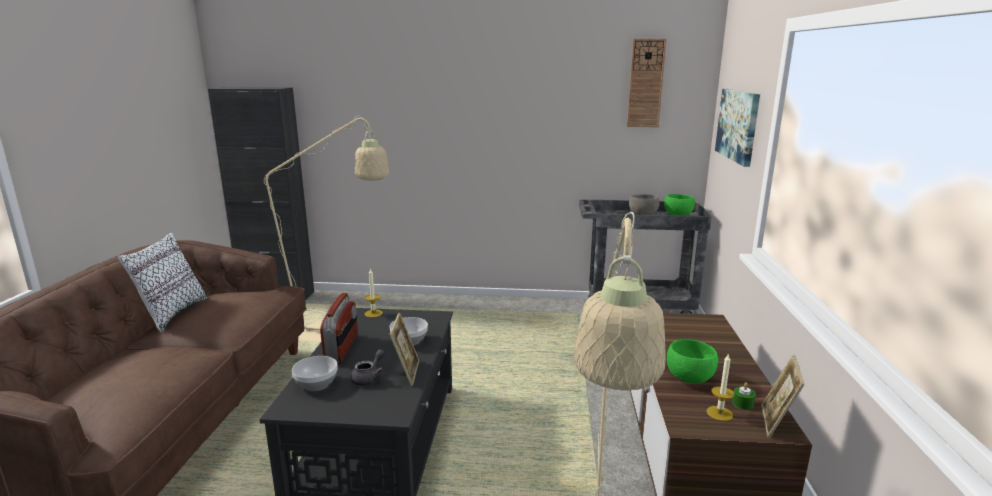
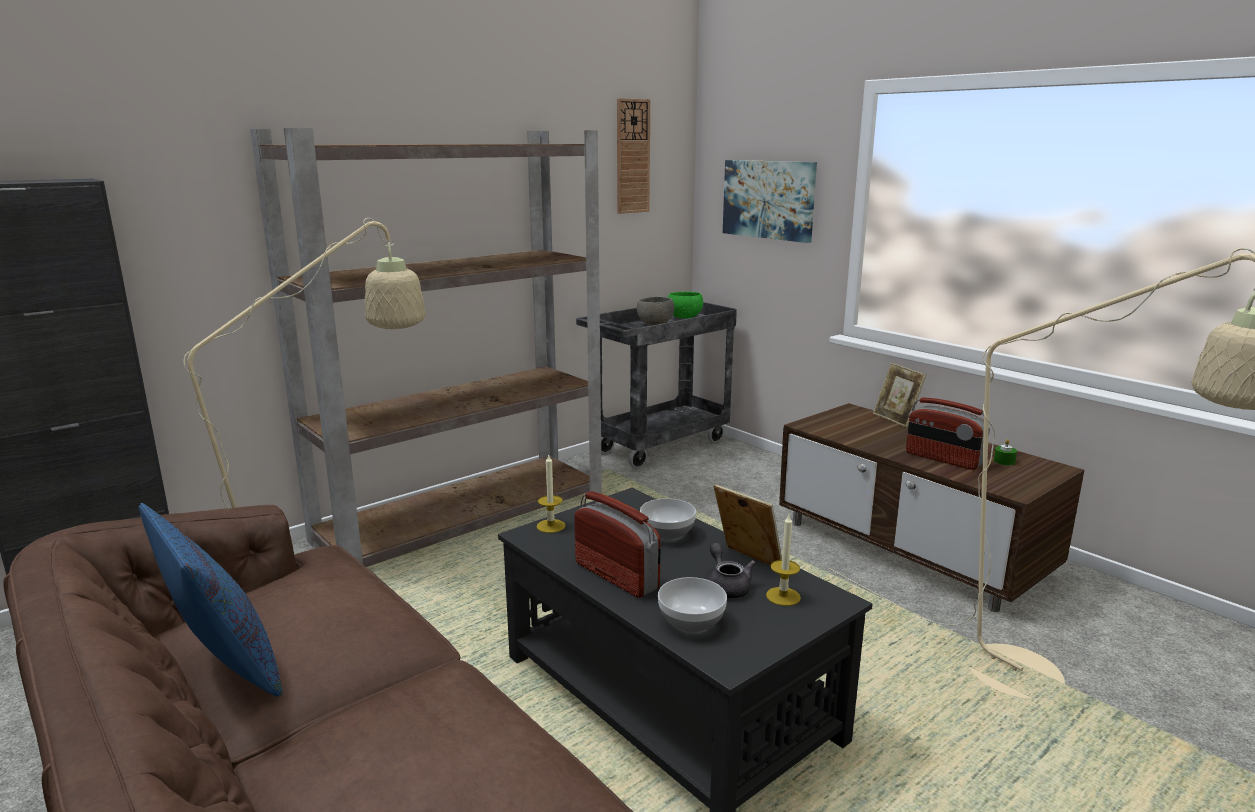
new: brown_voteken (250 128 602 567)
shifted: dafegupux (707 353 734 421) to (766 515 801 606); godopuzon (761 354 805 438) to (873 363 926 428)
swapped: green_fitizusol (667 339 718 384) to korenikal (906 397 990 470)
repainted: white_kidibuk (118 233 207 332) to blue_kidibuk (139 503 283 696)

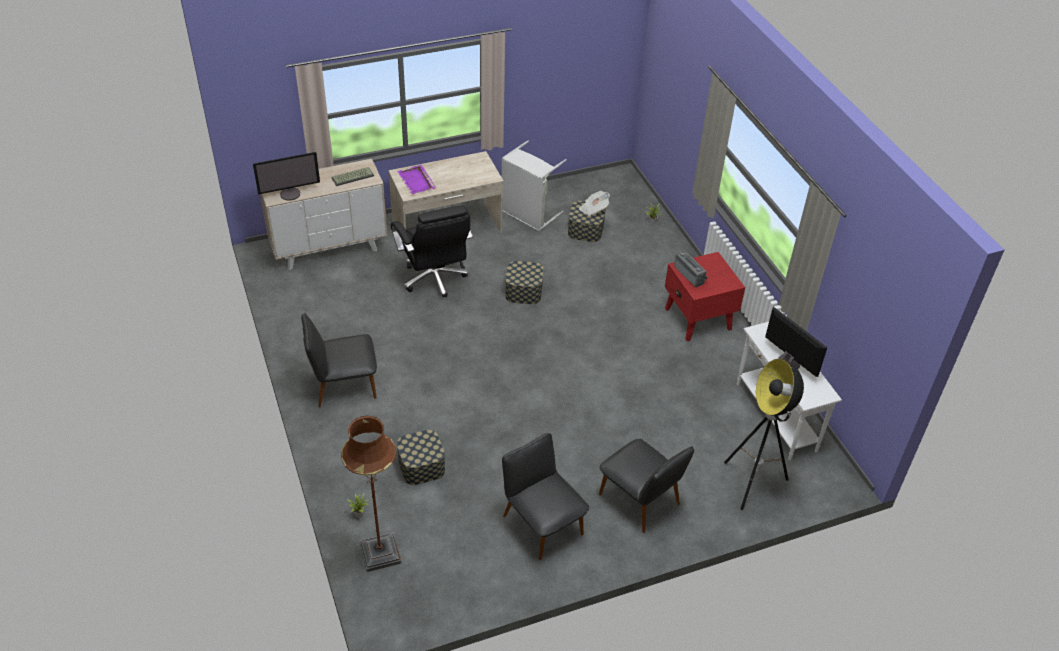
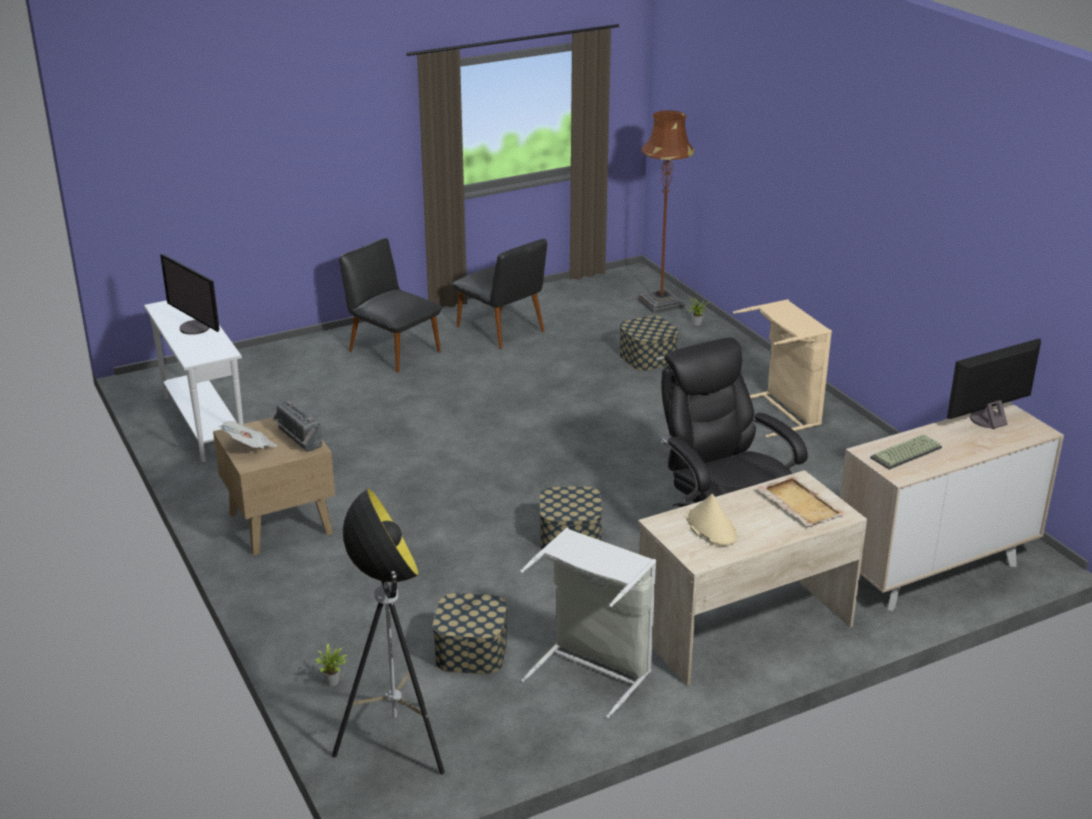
new: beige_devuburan (686 494 738 546)
shifted: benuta (579 191 610 216) to (219 421 278 448); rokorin (724 359 804 510) to (332 488 445 774)
swapped: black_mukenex (301 313 377 407) to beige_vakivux (733 299 832 437)
repainted: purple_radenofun (397 165 436 194) to beige_radenofun (757 475 848 526); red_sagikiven (665 252 745 341) to beige_sagikiven (213 417 335 555)

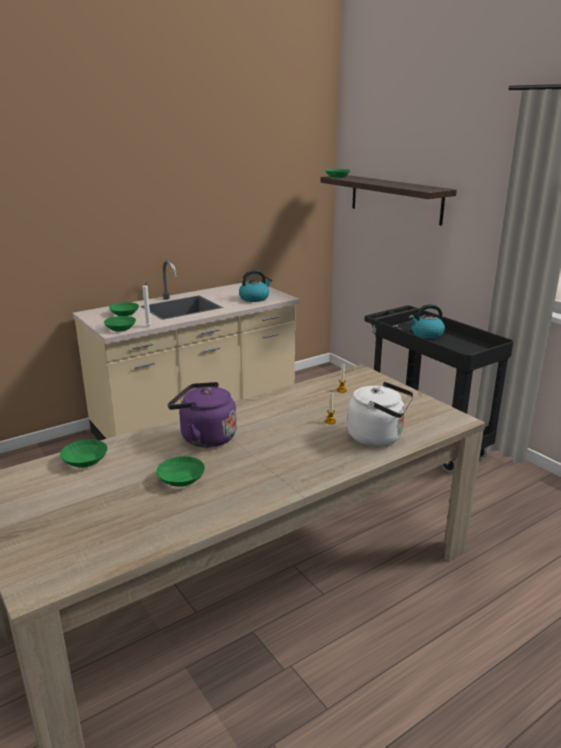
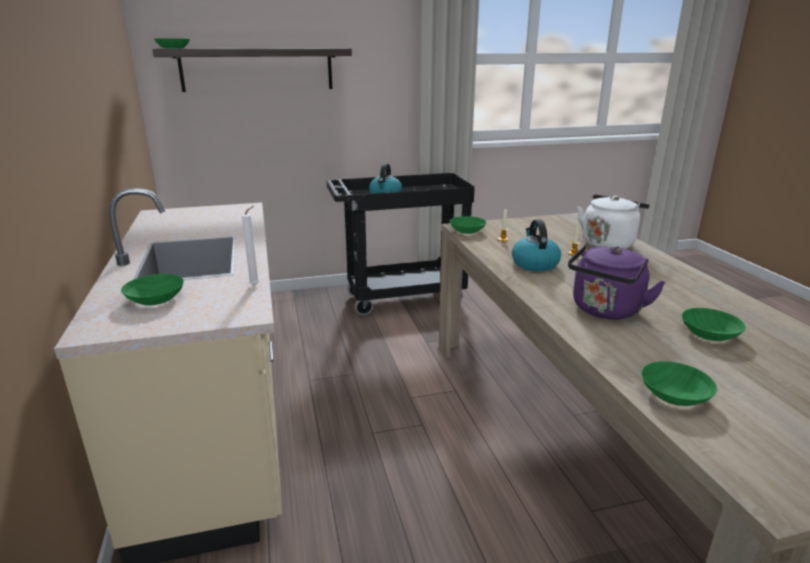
shifted: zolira (239 270 272 302) to (512 219 561 271); green_fitizusol (104 316 136 331) to (450 216 487 234)

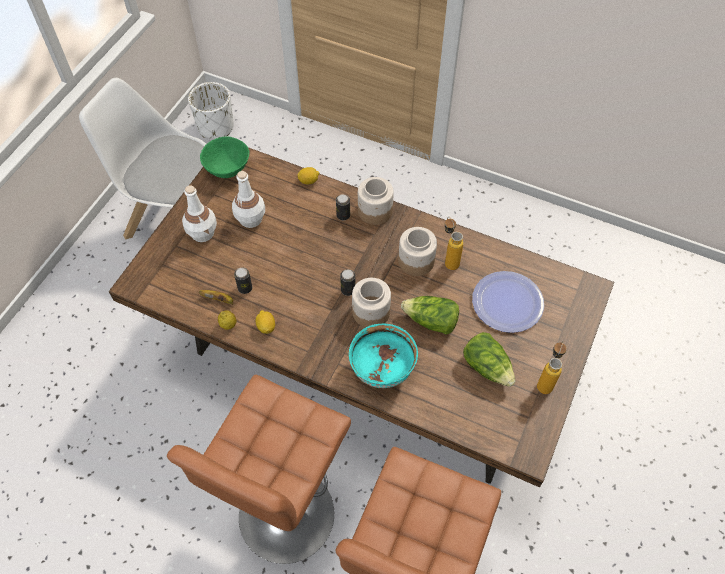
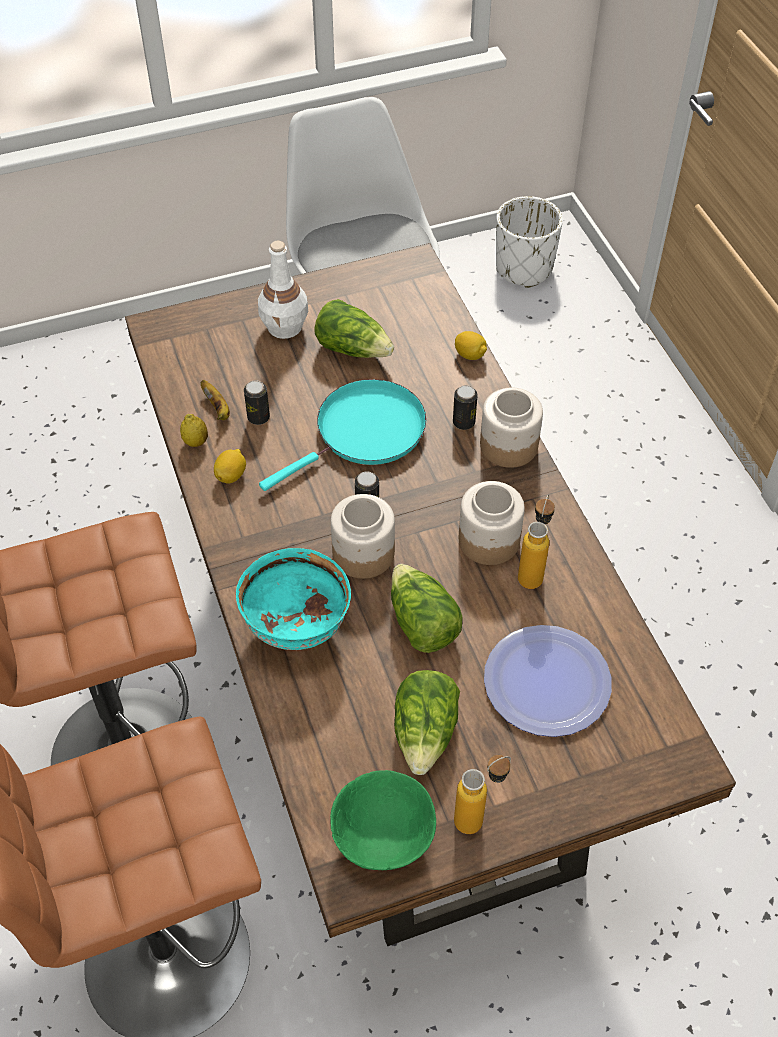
new: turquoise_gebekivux (259 379 426 491)
shifted: green_fitizusol (200 136 249 178) to (330 770 436 870)
swapped: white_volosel (232 171 265 228) to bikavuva (314 299 394 358)

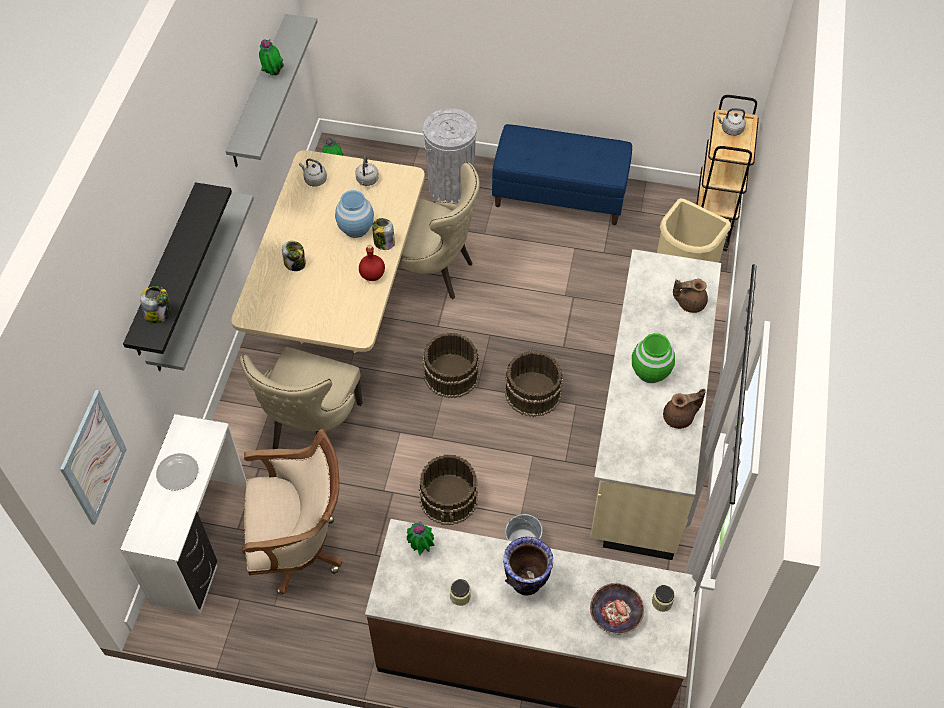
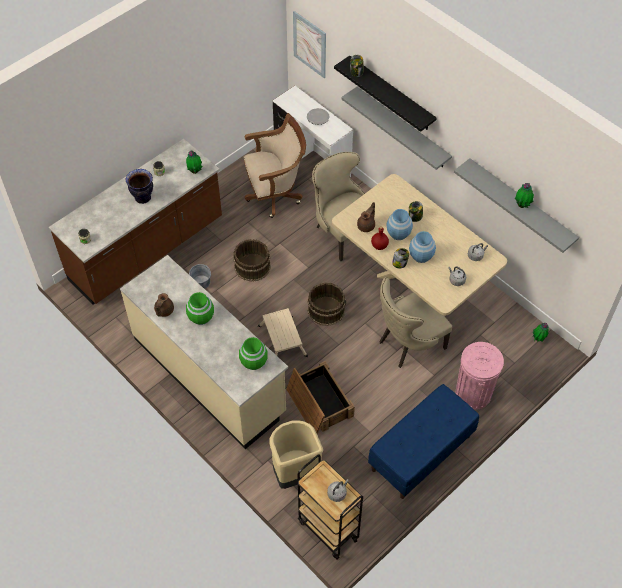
gone: fitizusol (590 583 644 634)
new: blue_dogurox (386 209 413 240); green_dogurox (239 337 268 370); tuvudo (286 361 355 434)
shifted: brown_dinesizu (673 279 708 313) to (357 202 375 232)
swapped: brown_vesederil (505 351 563 417) to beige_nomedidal (258 308 308 357)
repainted: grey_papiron (423 108 477 203) to pink_papiron (456 342 504 410)
rotated: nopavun (242 429 342 594) = (244 113 306 218) 135 degrees counterclockwise

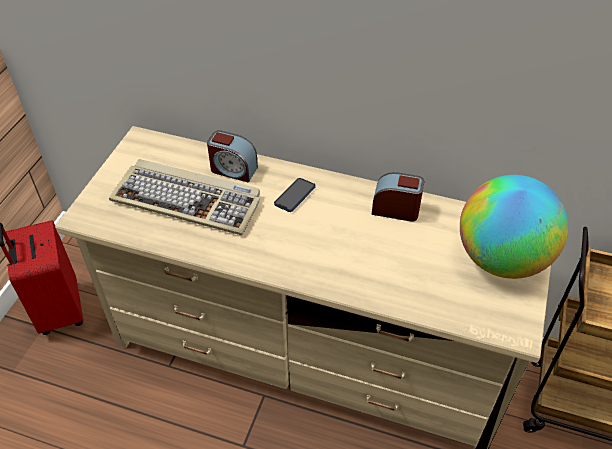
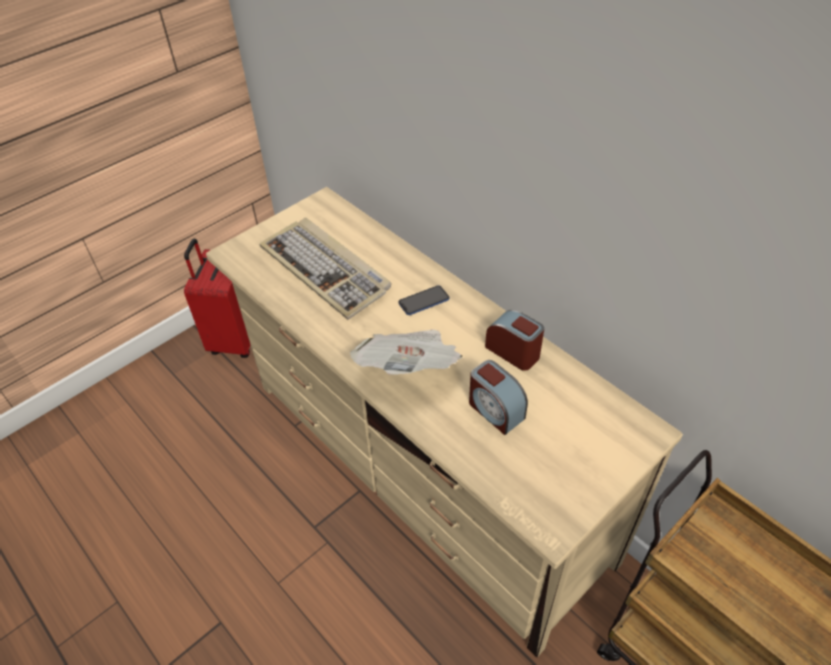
gone: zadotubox (460 175 568 279)
new: benuta (350 329 463 375)
shifted: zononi (207 130 258 183) to (469 360 528 435)

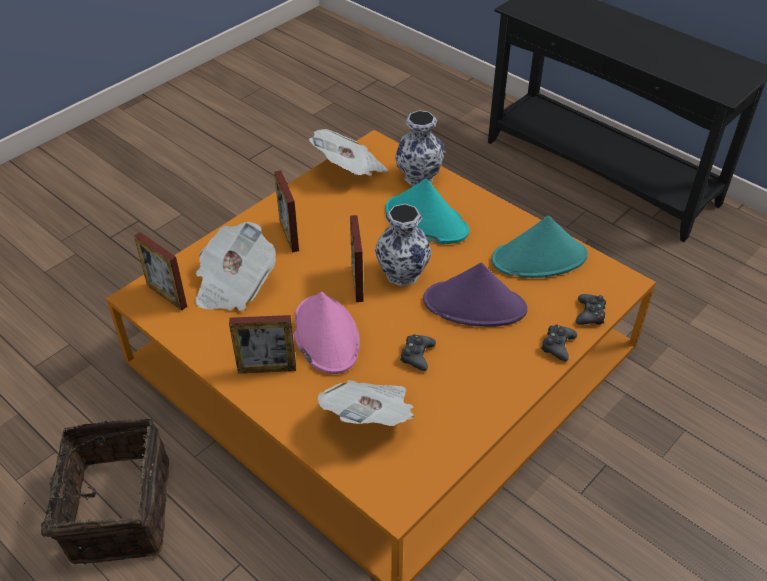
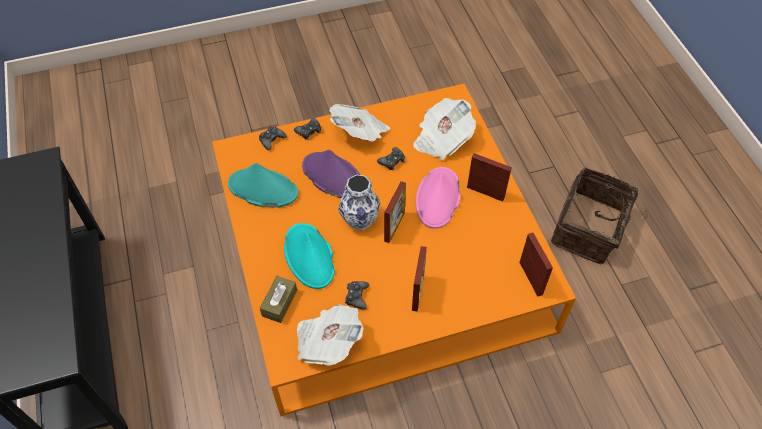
new: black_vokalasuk (345 281 369 310)
shifted: benuta (195 222 276 311) to (329 104 390 142)
swapped: dogurox (395 110 445 186) to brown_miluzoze (260 276 297 323)

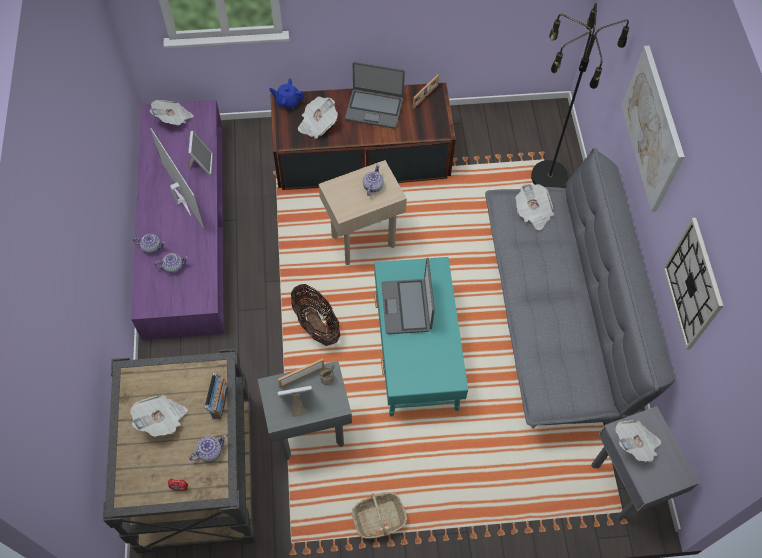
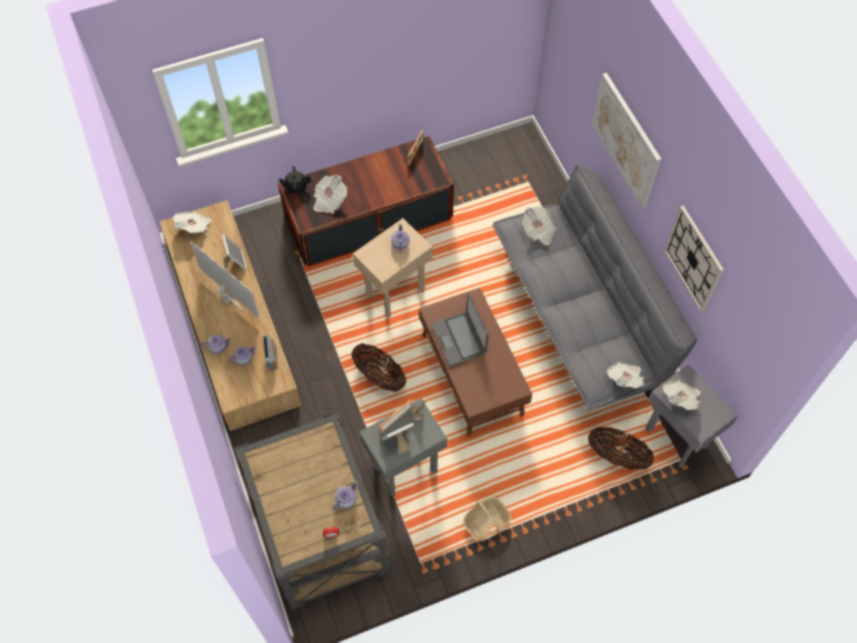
gone: rokorin (531 3 629 188); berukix (345 62 405 129)
new: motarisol (588 427 654 470)
shifted: korenikal (205 373 228 419) to (263 334 277 370); benuta (130 395 188 437) to (607 362 644 389)
repainted: blue_dinesizu (269 79 304 109) to black_dinesizu (278 166 311 193); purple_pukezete (131 100 224 340) to brown_pukezete (160 200 302 431); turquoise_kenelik (374 257 468 417) to brown_kenelik (419 288 532 436)

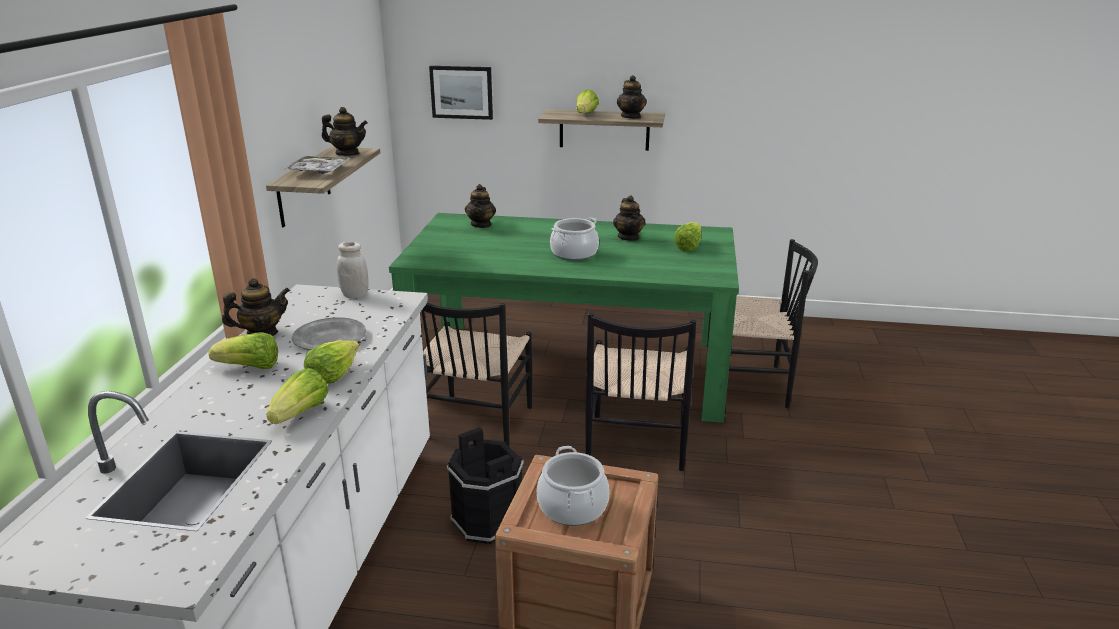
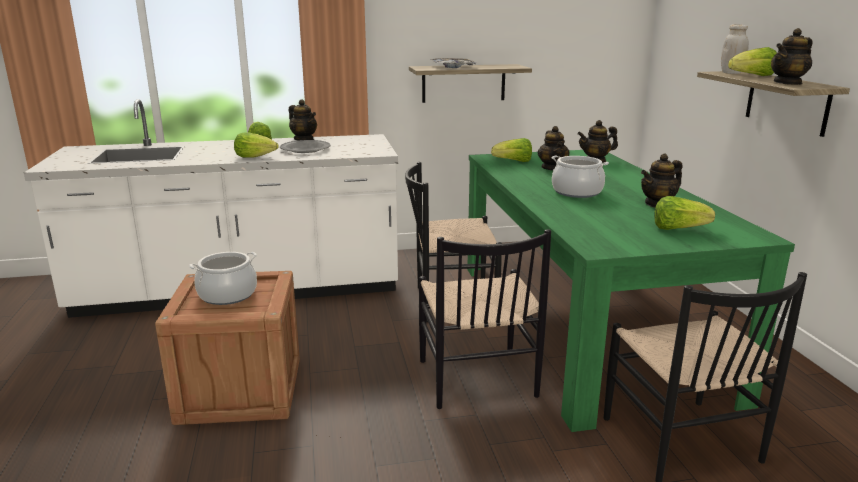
gone: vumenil (429 66 493 120); black_vesederil (447 427 524 544)
shifted: dinesizu (322 107 368 156) to (538 126 569 171); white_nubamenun (337 242 369 299) to (721 24 749 74); bikavuva (267 368 329 424) to (491 138 532 162)
rotated: black_mukenex (585 312 696 471) = (419 229 551 409) 90 degrees counterclockwise

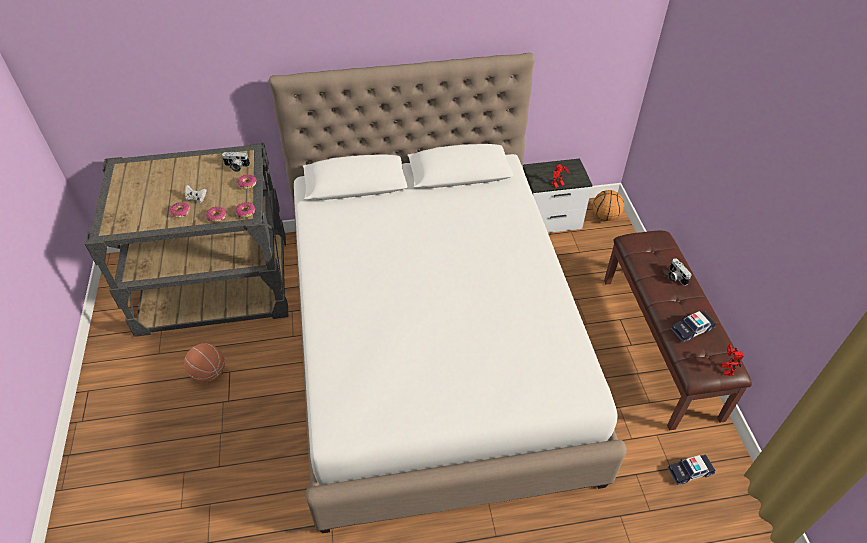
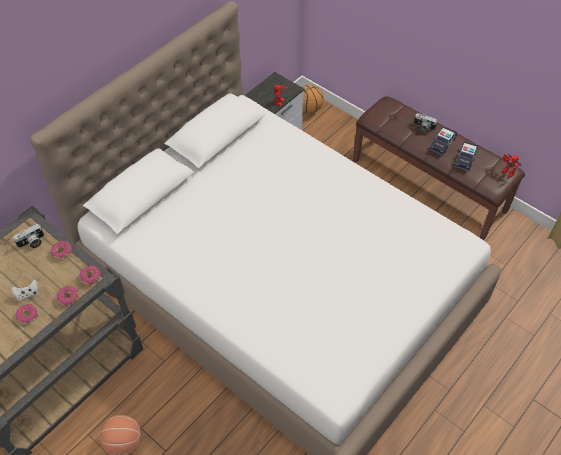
shifted: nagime (667 455 715 485) to (429 127 458 156)

